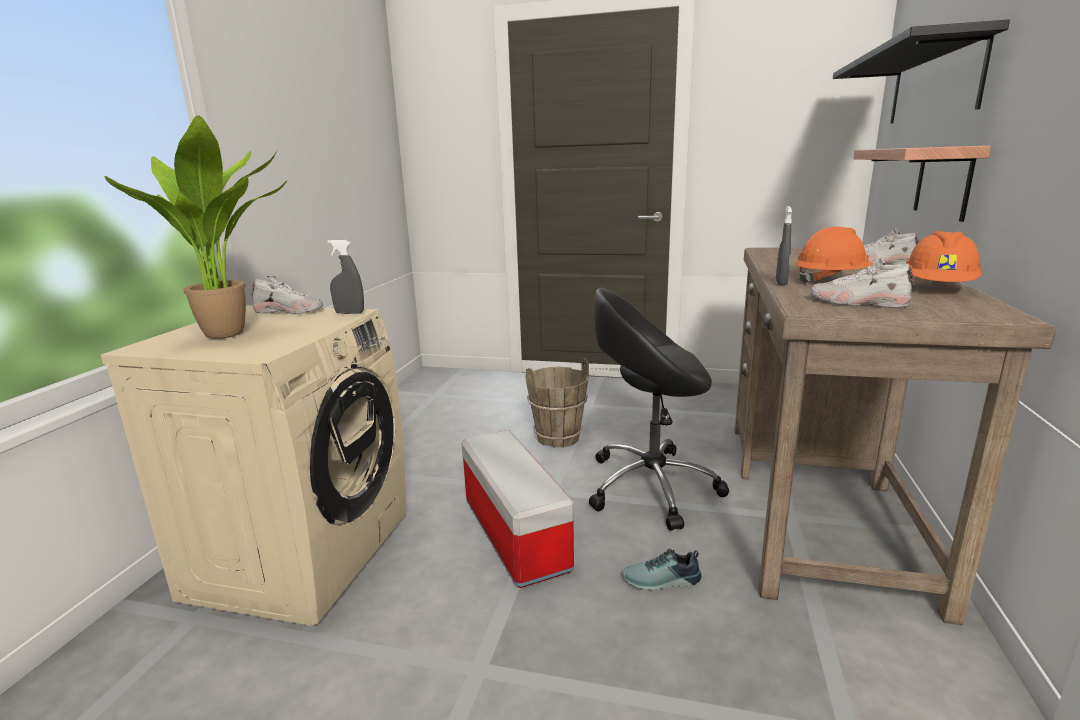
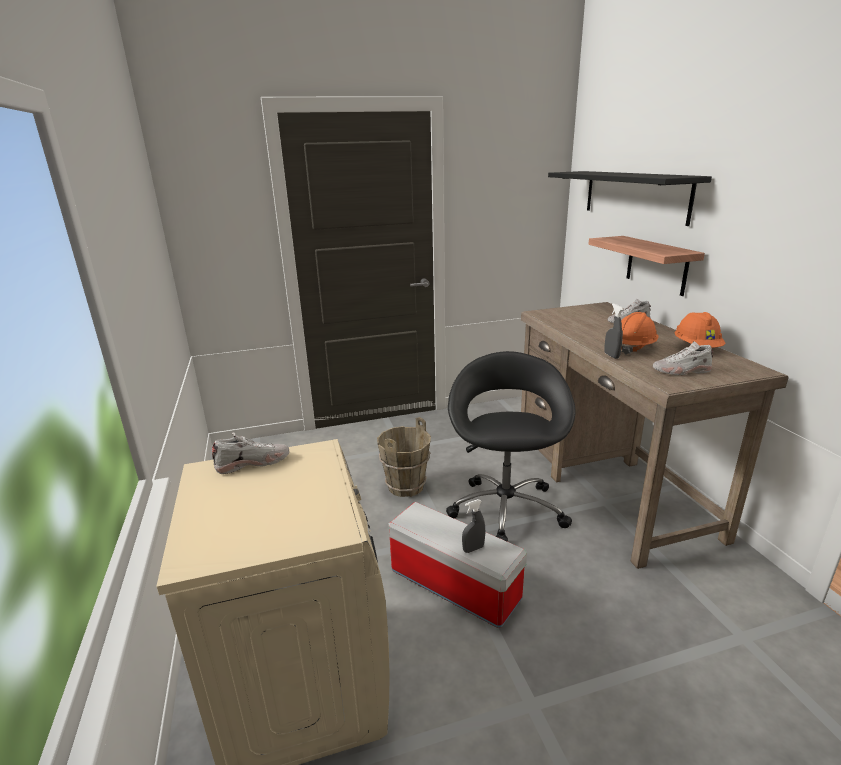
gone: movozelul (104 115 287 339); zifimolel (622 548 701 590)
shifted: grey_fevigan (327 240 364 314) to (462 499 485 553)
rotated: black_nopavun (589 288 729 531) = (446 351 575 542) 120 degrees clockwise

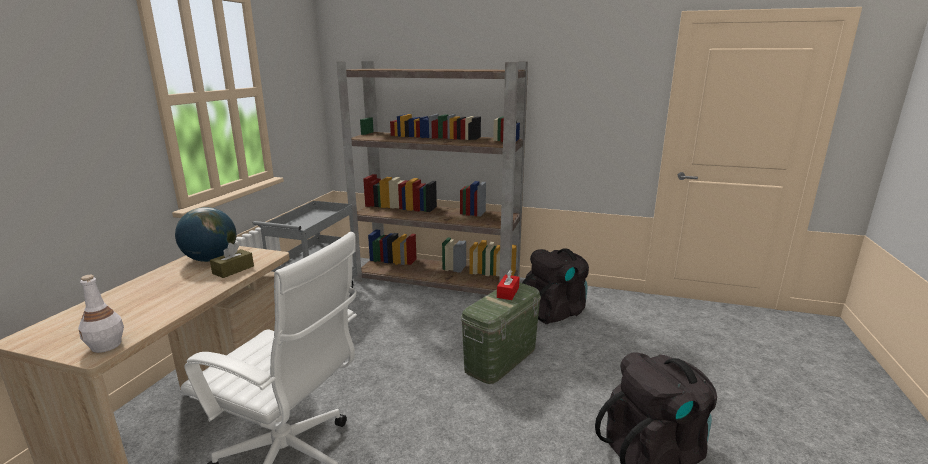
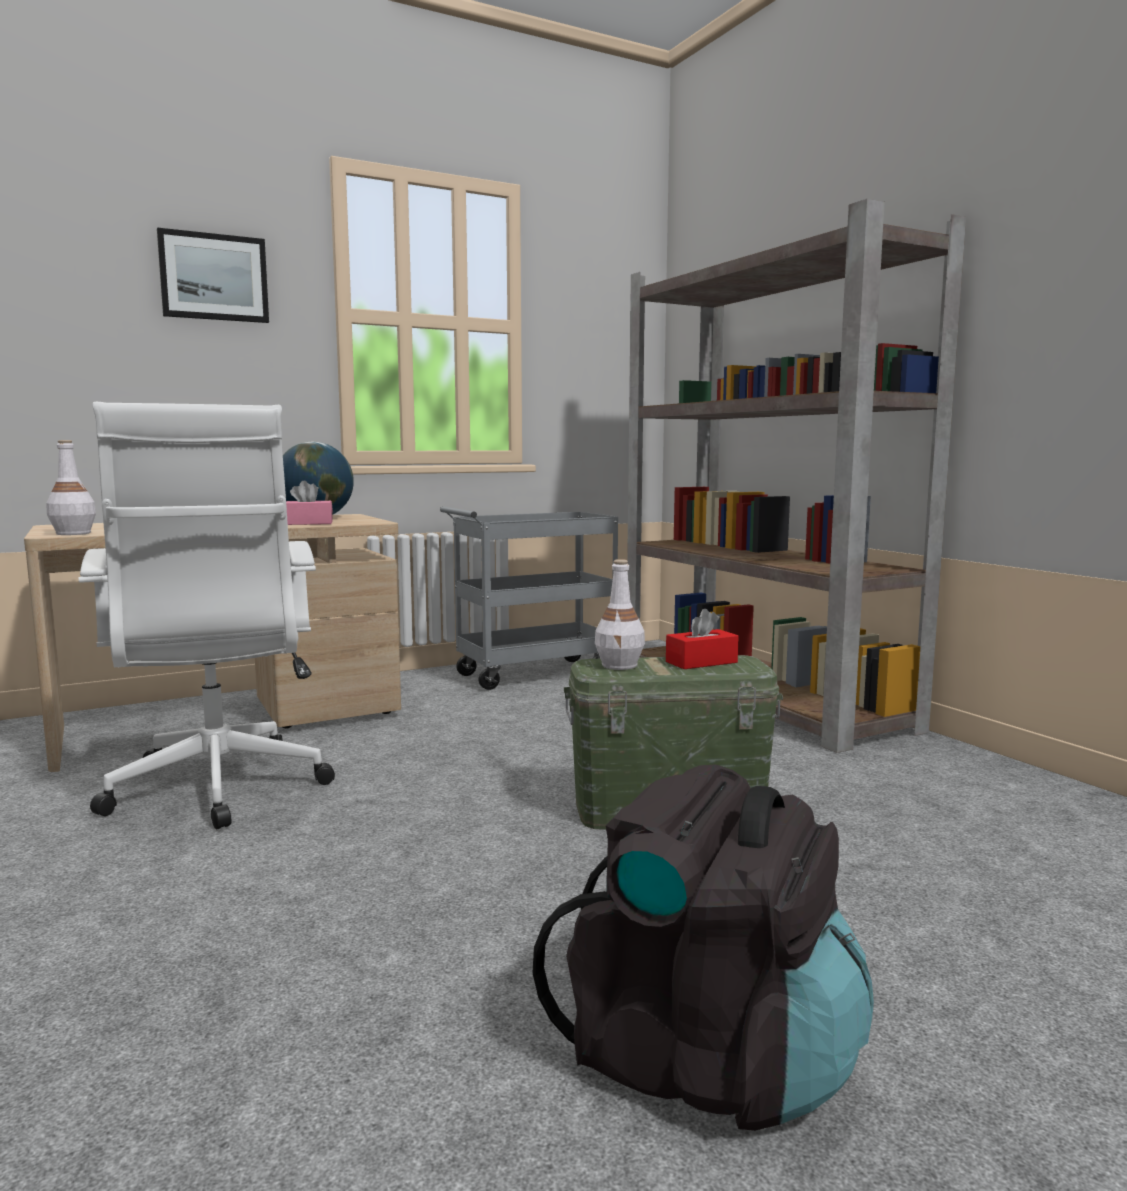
gone: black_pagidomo (522 248 589 324)
new: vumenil (157 228 269 323); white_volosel (595 559 645 670)
repainted: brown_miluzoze (210 243 254 278) to pink_miluzoze (286 481 333 525)

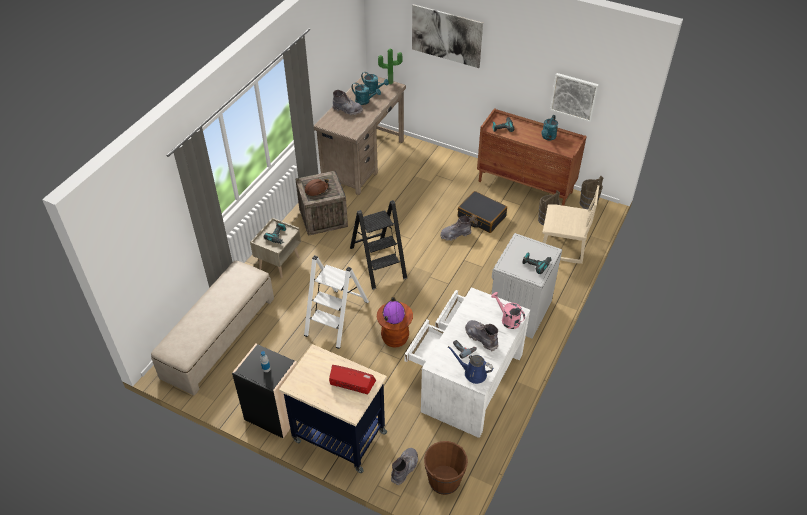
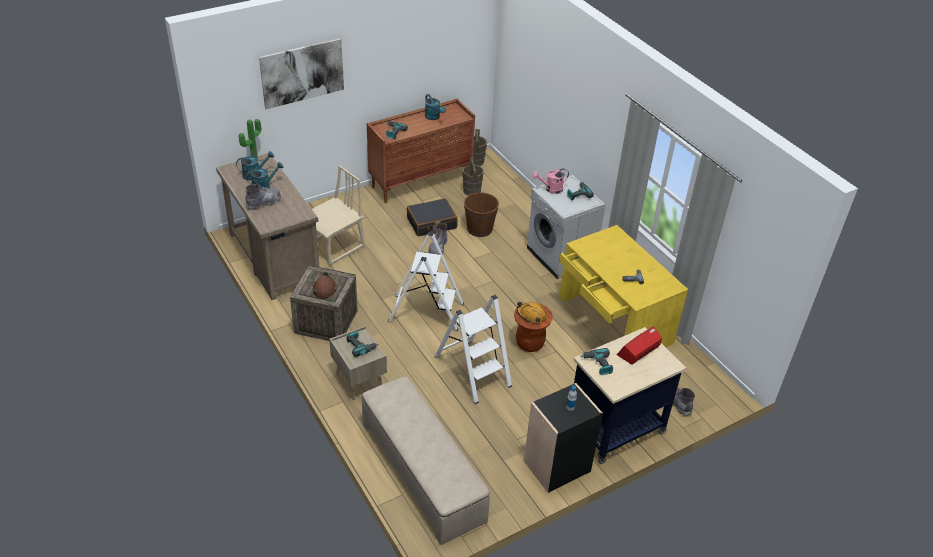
gone: vumenil (550 73 599 122); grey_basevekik (465 320 498 352); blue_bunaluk (448 346 493 384)
new: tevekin (581 348 613 375)
shifted: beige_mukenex (543 185 599 264) to (312 165 365 266); pink_bunaluk (491 292 525 329) to (532 168 569 194); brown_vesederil (424 441 468 495) to (464 191 499 237)
repainted: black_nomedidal (350 200 407 290) to white_nomedidal (388 232 464 331); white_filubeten (405 287 530 438) to yellow_filubeten (559 225 688 347); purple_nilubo (383 297 406 324) to orange_nilubo (517 302 547 323)

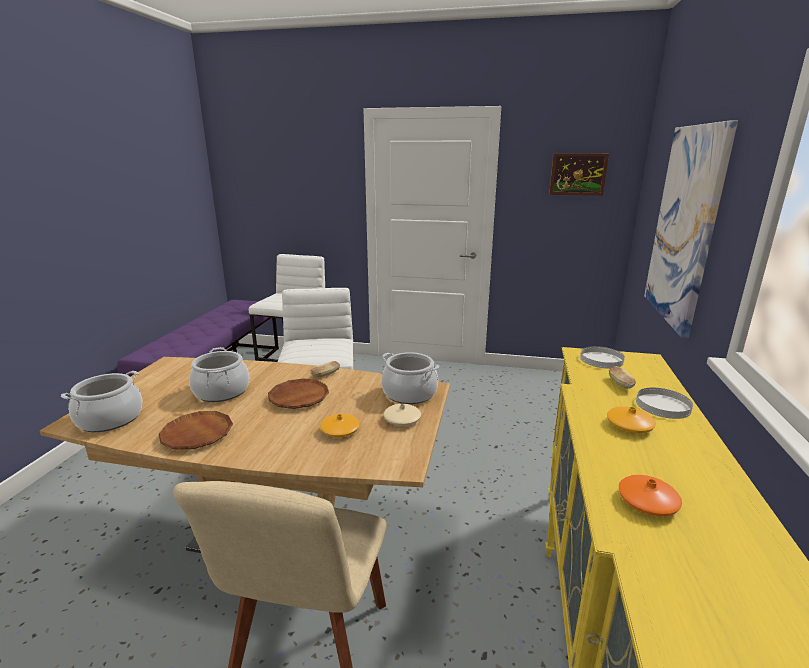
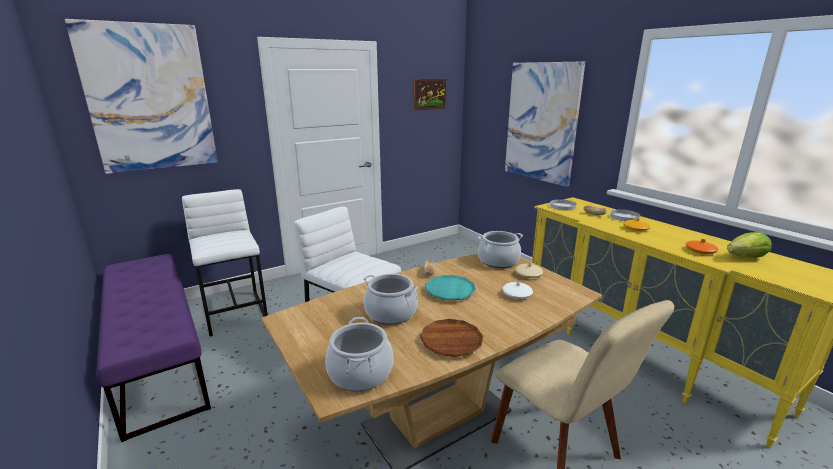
new: vumenil (65 19 218 174); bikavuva (727 232 772 258)
repainted: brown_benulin (268 379 329 409) to turquoise_benulin (425 275 476 300); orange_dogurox (320 414 360 437) to white_dogurox (502 282 533 299)

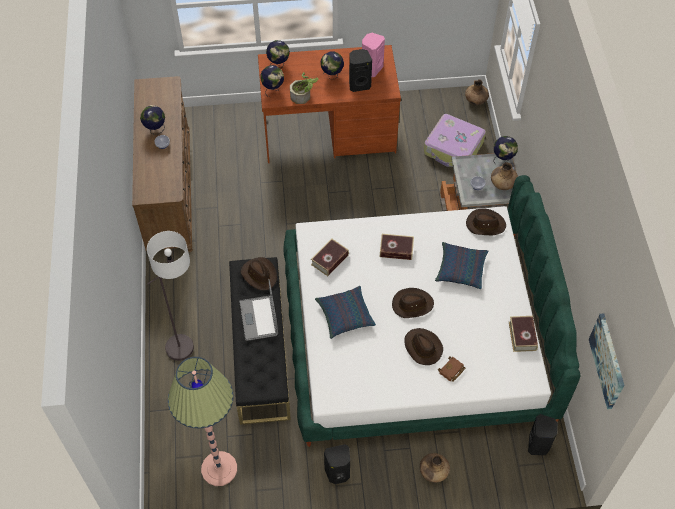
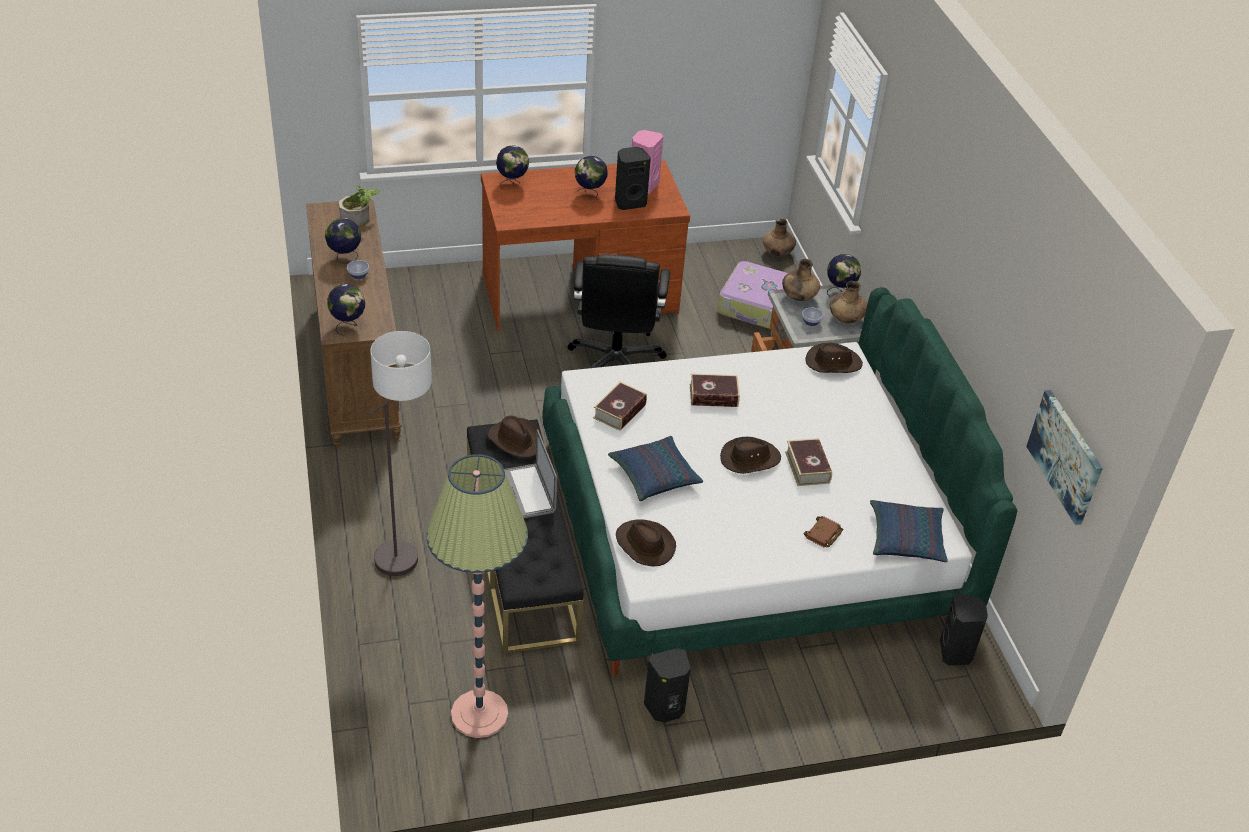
new: black_nopavun (567 254 670 368)
shifted: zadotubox (261 65 284 98) to (327 284 365 336); movozelul (290 72 318 104) to (339 184 380 227); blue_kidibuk (435 242 488 289) to (870 500 948 562); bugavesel (509 316 538 352) to (785 438 832 486); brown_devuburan (404 328 443 365) to (616 519 676 567); brown_dogurox (420 453 450 483) to (782 259 820 301)

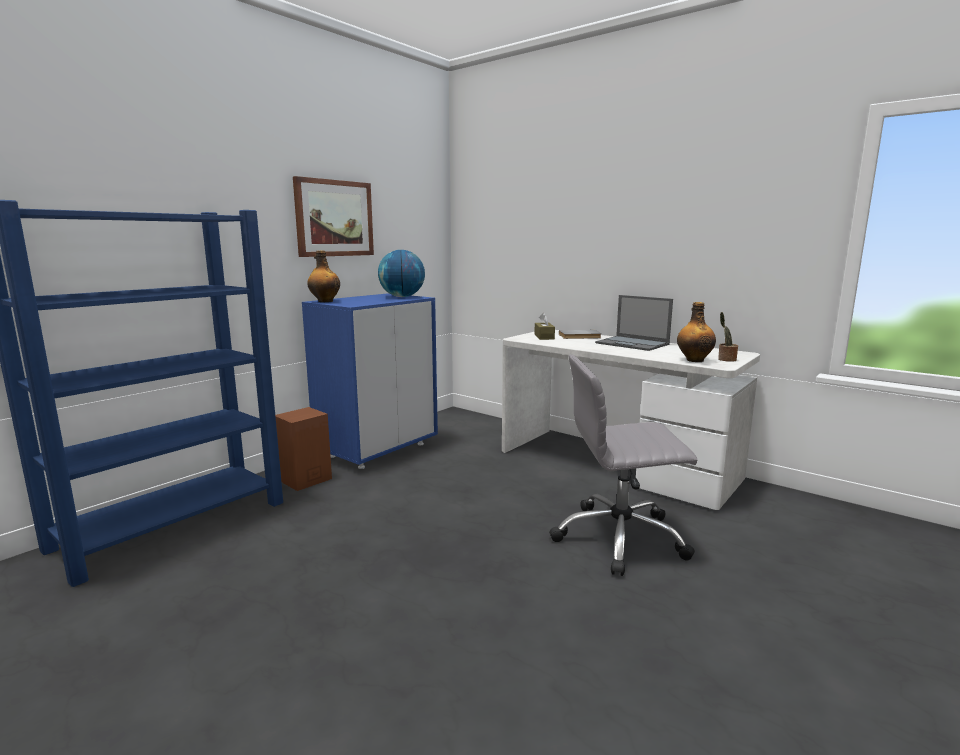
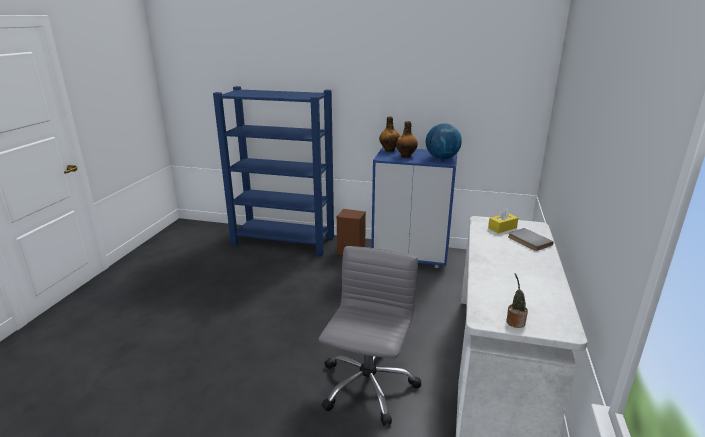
gone: vumenil (293 176 374 257); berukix (595 295 673 351)
shifted: volosel (677 302 716 362) to (396 121 418 158)
repainted: brown_miluzoze (534 313 555 340) to yellow_miluzoze (488 207 518 233)
rotated: grey_nopavun (549 355 698 576) = (319 246 421 425) 45 degrees clockwise

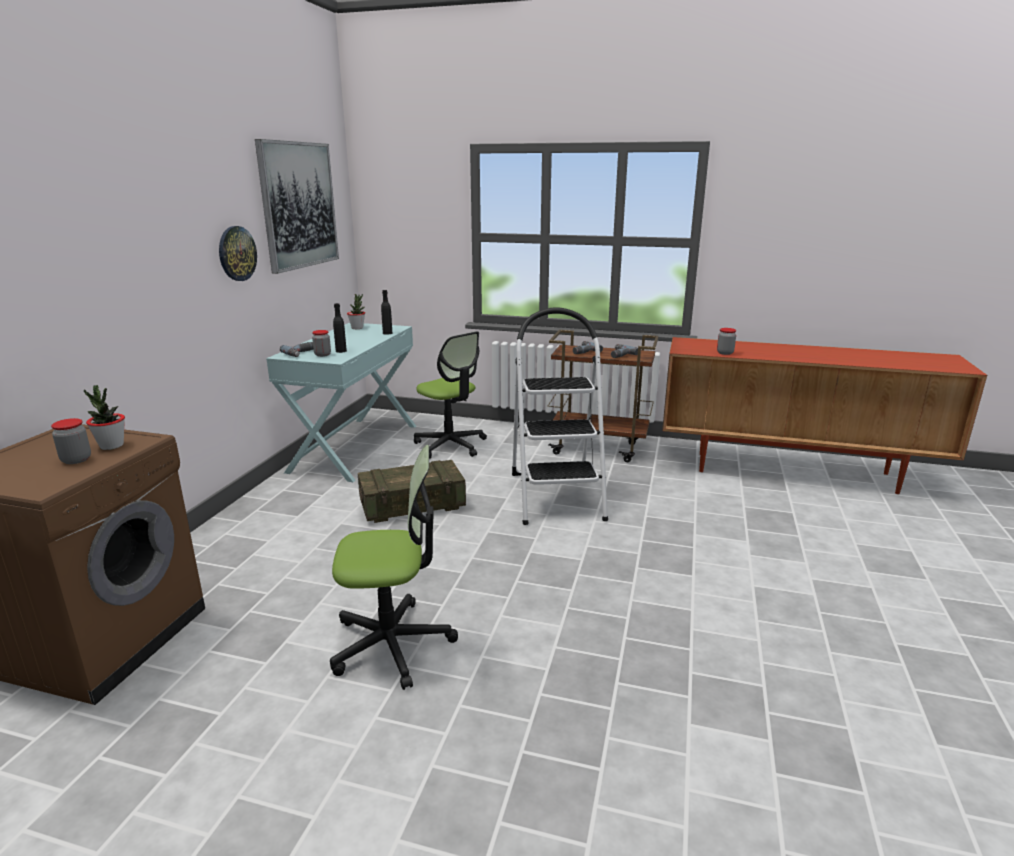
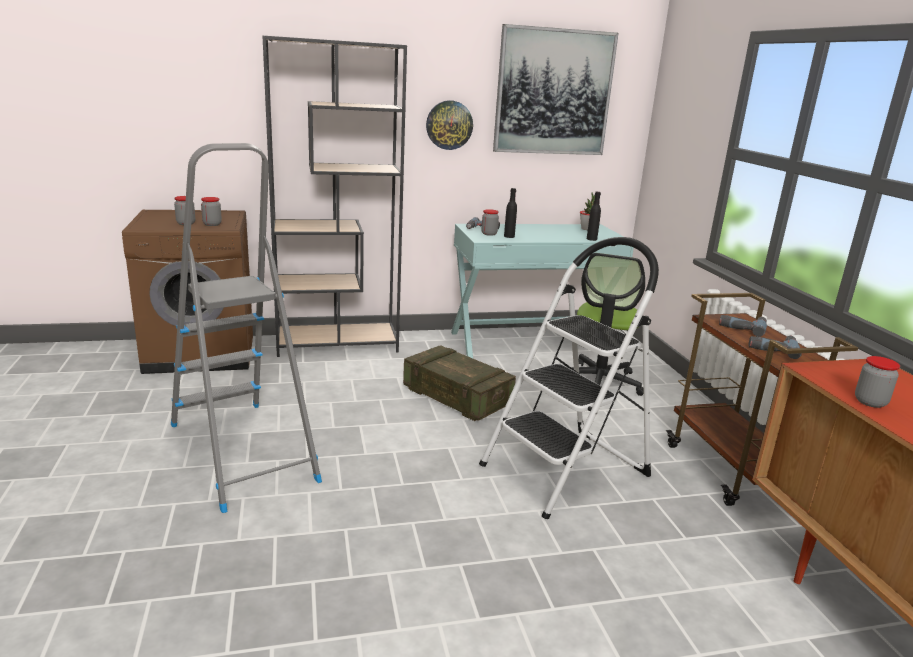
new: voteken (262 36 407 357)
swapped: movozelul (84 385 125 450) to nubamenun (201 197 222 226); nopavun (330 445 458 690) to grey_nomedidal (171 143 322 513)

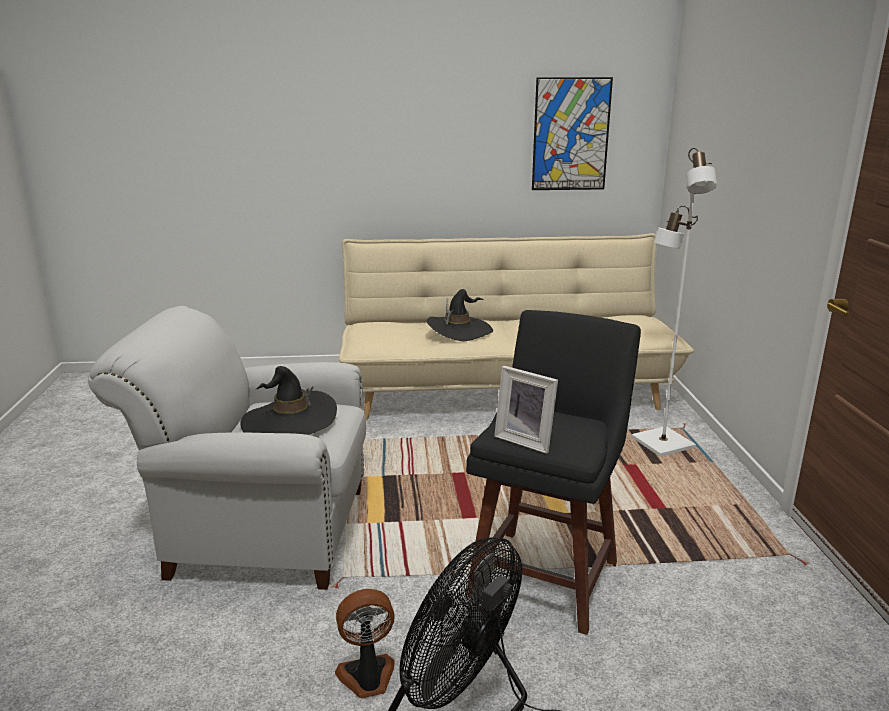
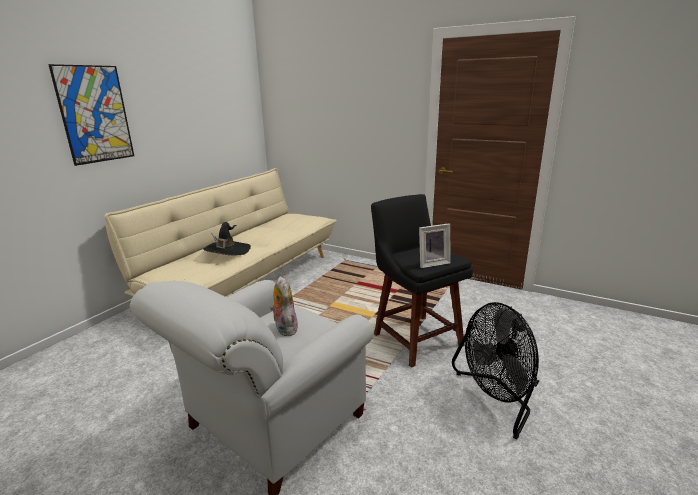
gone: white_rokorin (632 148 717 457); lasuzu (335 589 395 698)
shifted: vumenil (532 77 613 190) to (48 64 134 166)
swapped: black_devuburan (240 366 337 435) to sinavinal (270 276 298 336)

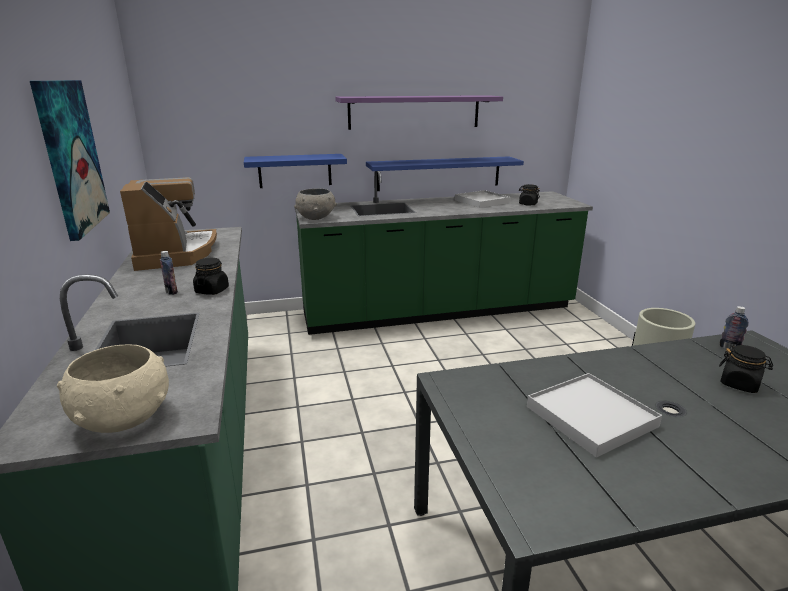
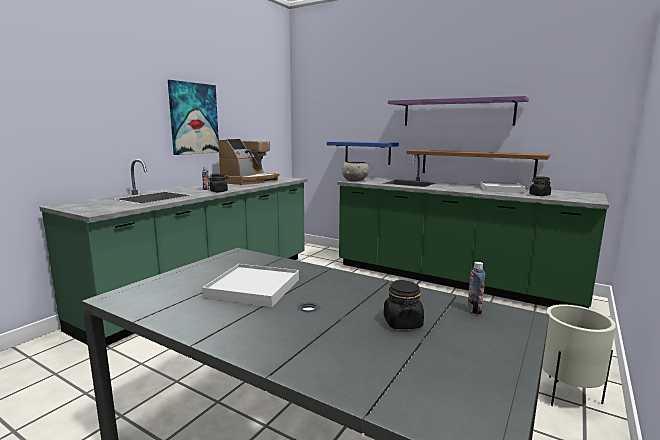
gone: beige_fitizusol (57 345 169 433)
repainted: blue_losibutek (366 156 524 191) to brown_losibutek (407 150 550 180)

